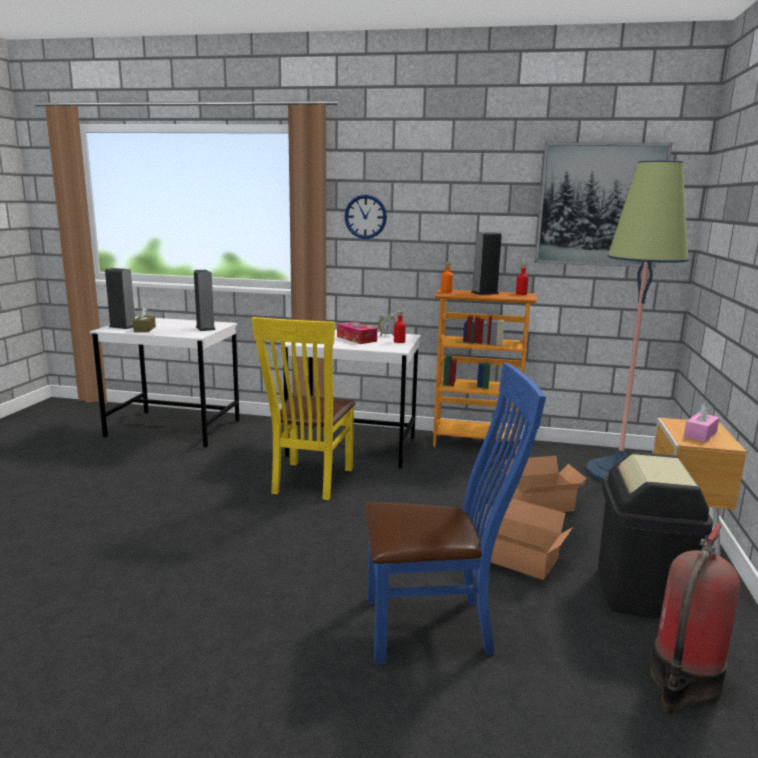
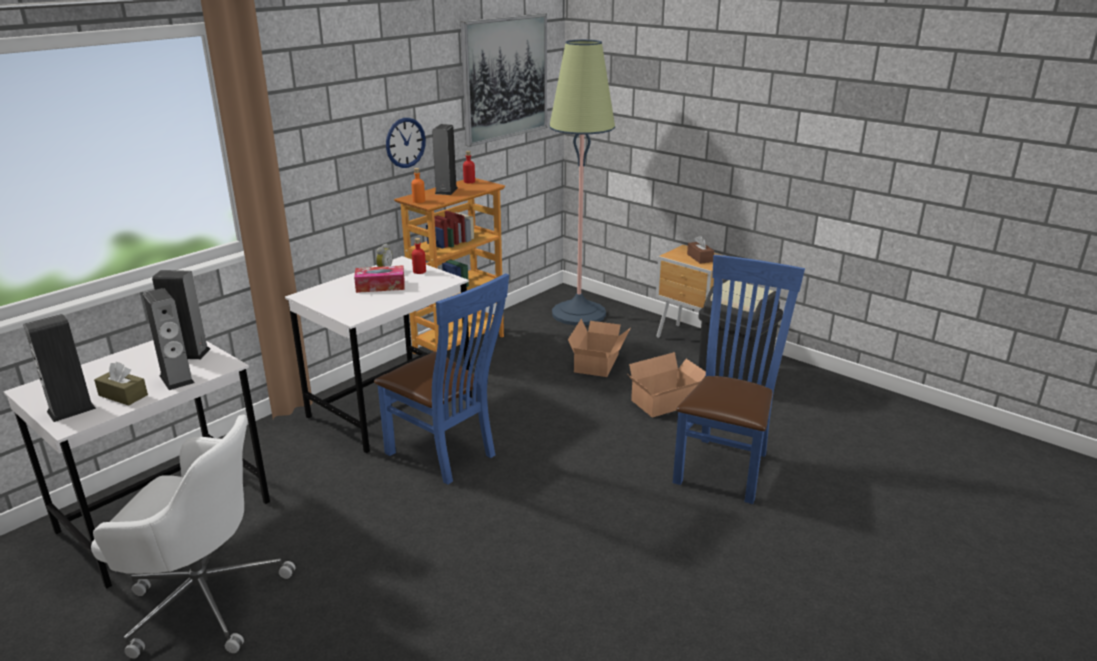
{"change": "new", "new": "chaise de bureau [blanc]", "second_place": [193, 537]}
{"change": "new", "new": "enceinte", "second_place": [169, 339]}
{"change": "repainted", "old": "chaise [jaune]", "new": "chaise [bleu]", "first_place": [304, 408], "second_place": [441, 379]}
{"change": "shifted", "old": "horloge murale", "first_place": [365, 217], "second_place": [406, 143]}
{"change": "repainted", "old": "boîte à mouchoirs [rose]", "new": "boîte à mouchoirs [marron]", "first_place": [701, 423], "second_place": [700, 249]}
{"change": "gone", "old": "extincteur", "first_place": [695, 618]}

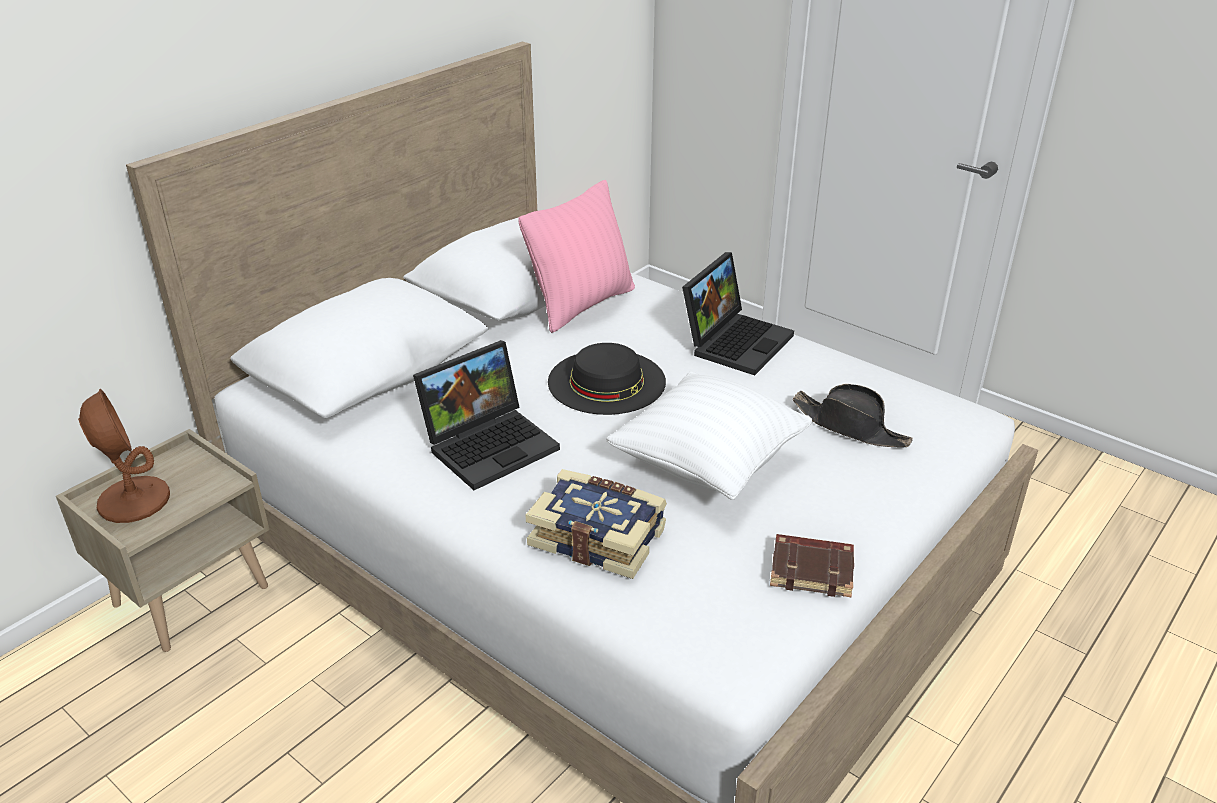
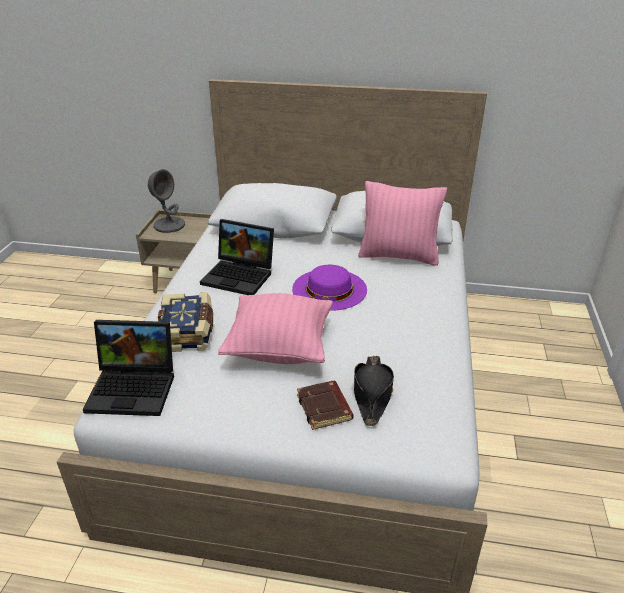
{"change": "shifted", "old": "ordinateur portable", "first_place": [738, 313], "second_place": [128, 368]}
{"change": "repainted", "old": "lampe de table [marron]", "new": "lampe de table [gris]", "first_place": [124, 456], "second_place": [166, 201]}
{"change": "repainted", "old": "coussin [blanc]", "new": "coussin [rose]", "first_place": [709, 435], "second_place": [275, 328]}
{"change": "repainted", "old": "chapeau [noir]", "new": "chapeau [violet]", "first_place": [607, 379], "second_place": [329, 288]}
{"change": "shifted", "old": "livre [marron]", "first_place": [812, 565], "second_place": [325, 405]}

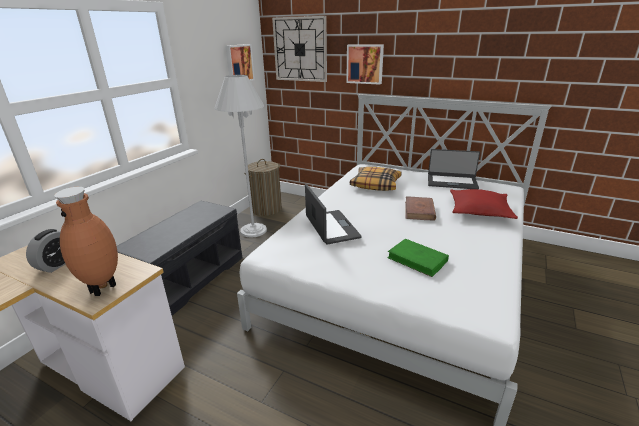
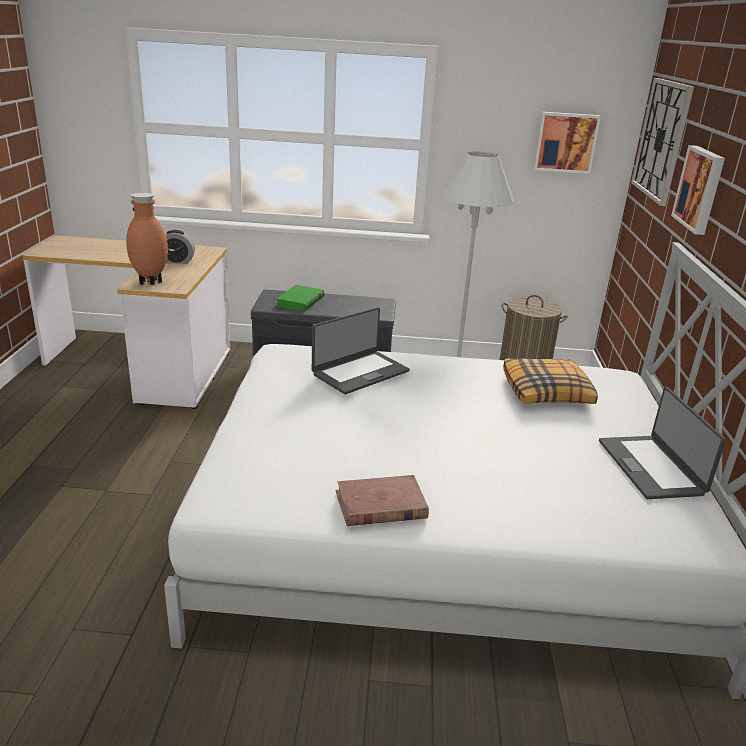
{"change": "shifted", "old": "livre [vert]", "first_place": [418, 258], "second_place": [299, 298]}
{"change": "shifted", "old": "livre [marron]", "first_place": [420, 208], "second_place": [382, 500]}
{"change": "gone", "old": "coussin [rouge]", "first_place": [484, 204]}

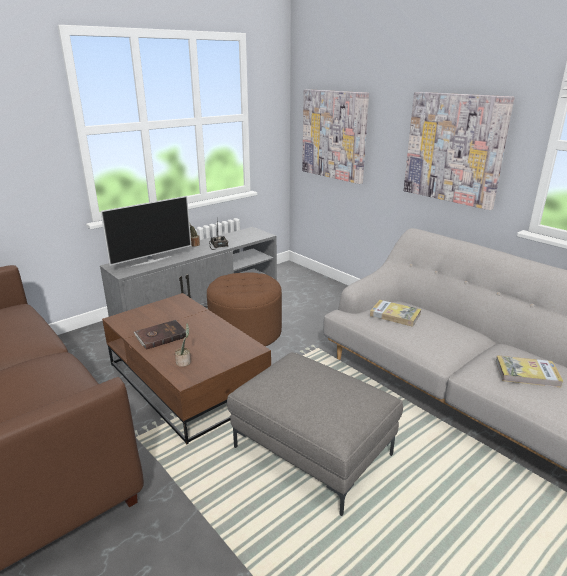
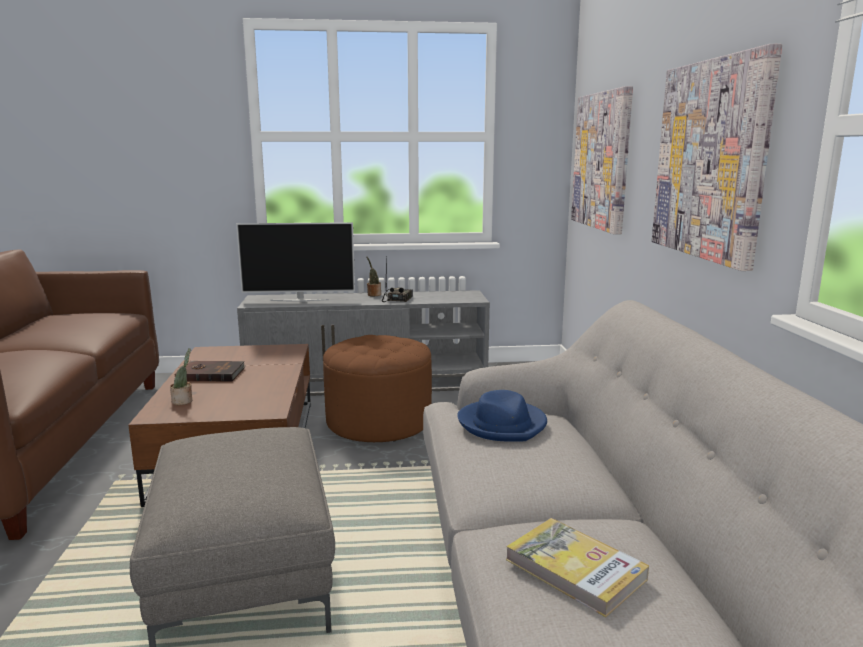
{"change": "swapped", "old": "livre", "new": "chapeau [bleu]", "first_place": [395, 313], "second_place": [502, 416]}

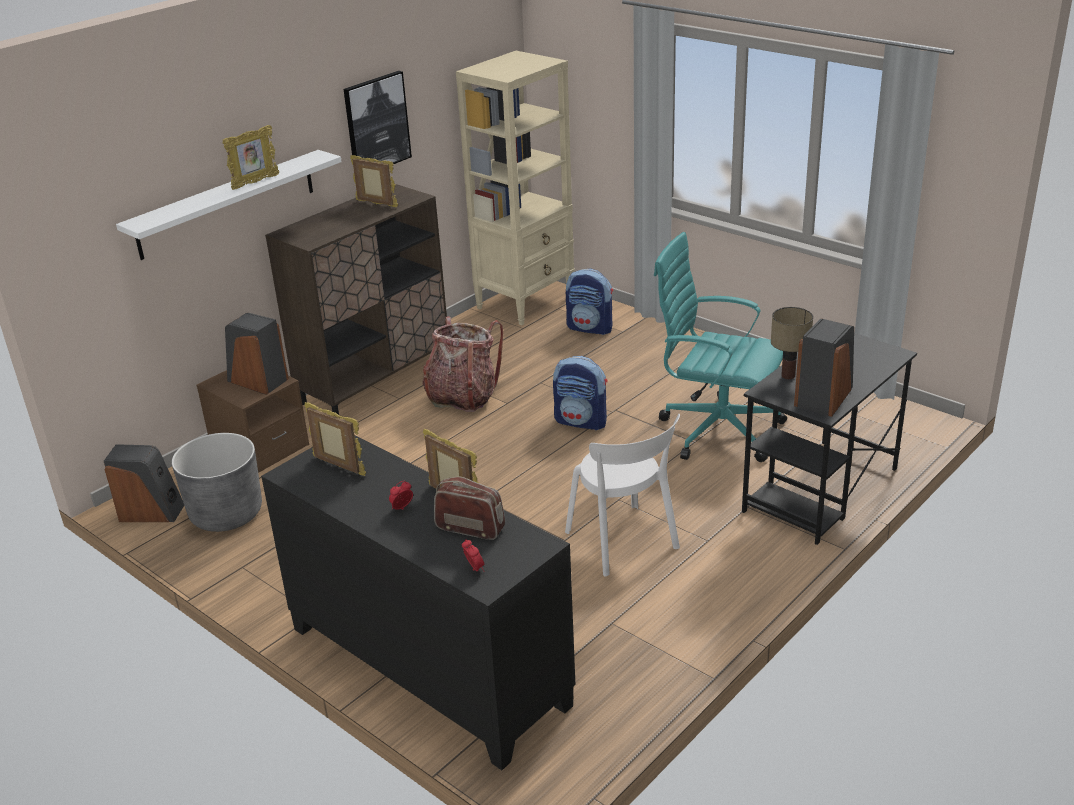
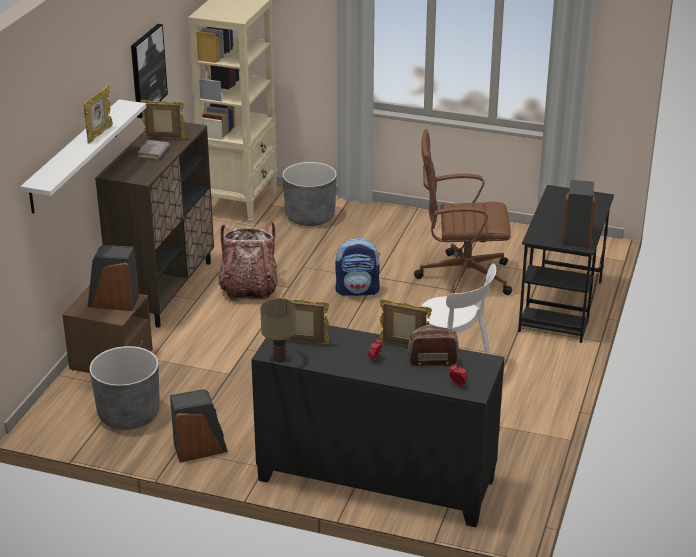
{"change": "new", "new": "livre [gris]", "second_place": [153, 150]}
{"change": "shifted", "old": "enceinte", "first_place": [144, 483], "second_place": [199, 426]}
{"change": "shifted", "old": "lampe de table", "first_place": [792, 343], "second_place": [278, 330]}
{"change": "swapped", "old": "sac à dos", "new": "cache-pot [gris]", "first_place": [589, 302], "second_place": [309, 194]}
{"change": "repainted", "old": "chaise de bureau [turquoise]", "new": "chaise de bureau [marron]", "first_place": [720, 347], "second_place": [463, 212]}

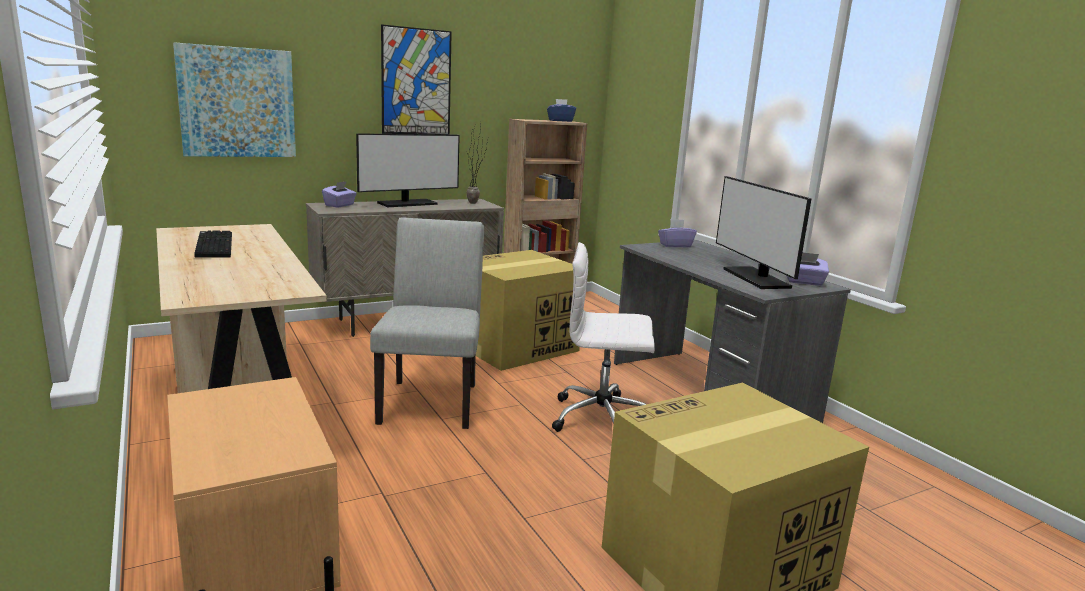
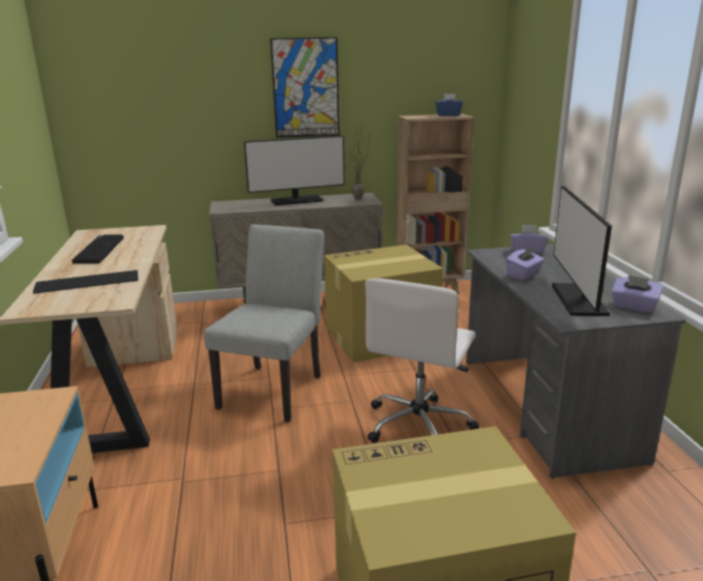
{"change": "new", "new": "clavier", "second_place": [85, 282]}
{"change": "rotated", "old": "chaise de bureau [blanc]", "first_place": [603, 337], "second_place": [422, 360], "degrees": -90}
{"change": "shifted", "old": "boîte à mouchoirs [violet]", "first_place": [339, 194], "second_place": [525, 263]}
{"change": "gone", "old": "tableau", "first_place": [234, 99]}

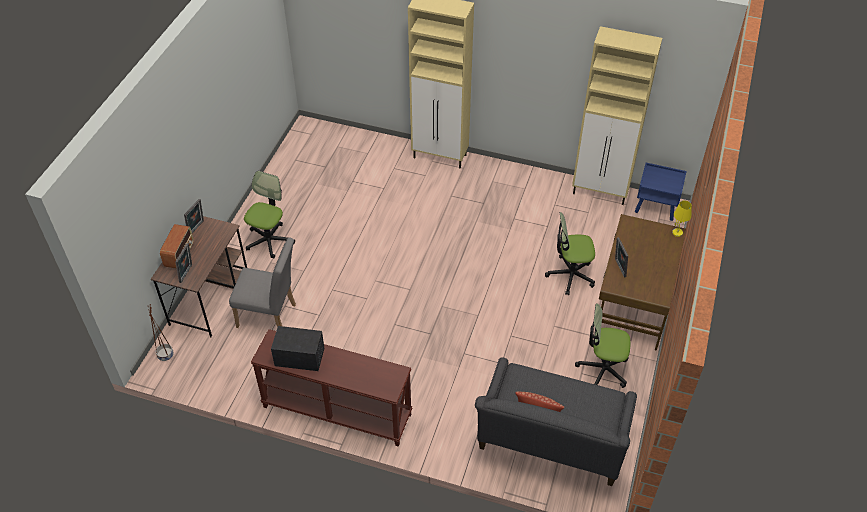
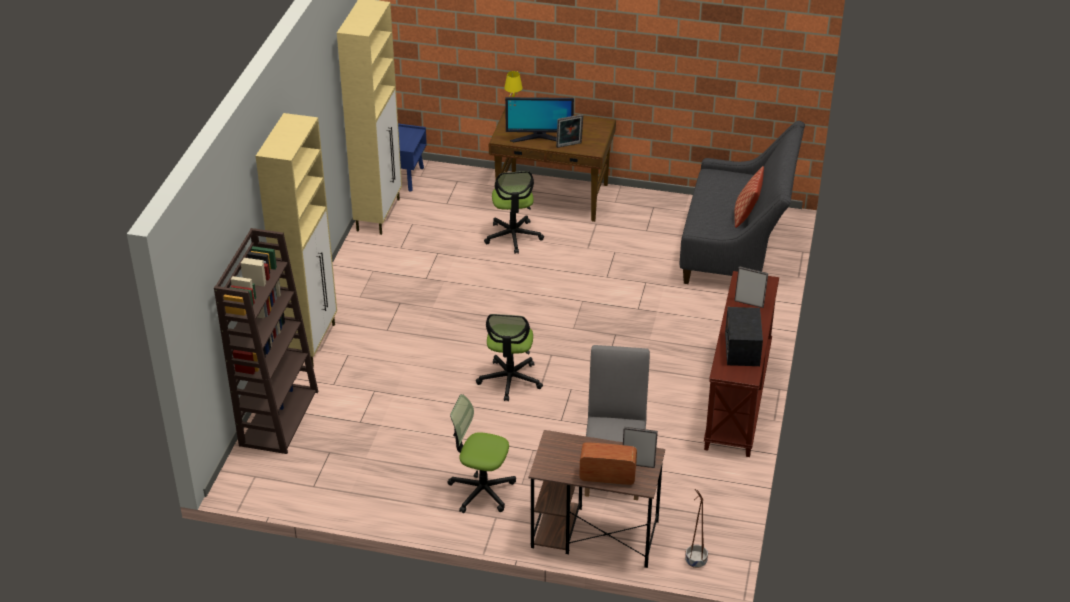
{"change": "new", "new": "bibliothèque [marron]", "second_place": [266, 341]}
{"change": "shifted", "old": "chaise de bureau", "first_place": [602, 345], "second_place": [509, 357]}
{"change": "new", "new": "écran d'ordinateur", "second_place": [539, 119]}
{"change": "shifted", "old": "cadre photo", "first_place": [194, 216], "second_place": [751, 287]}

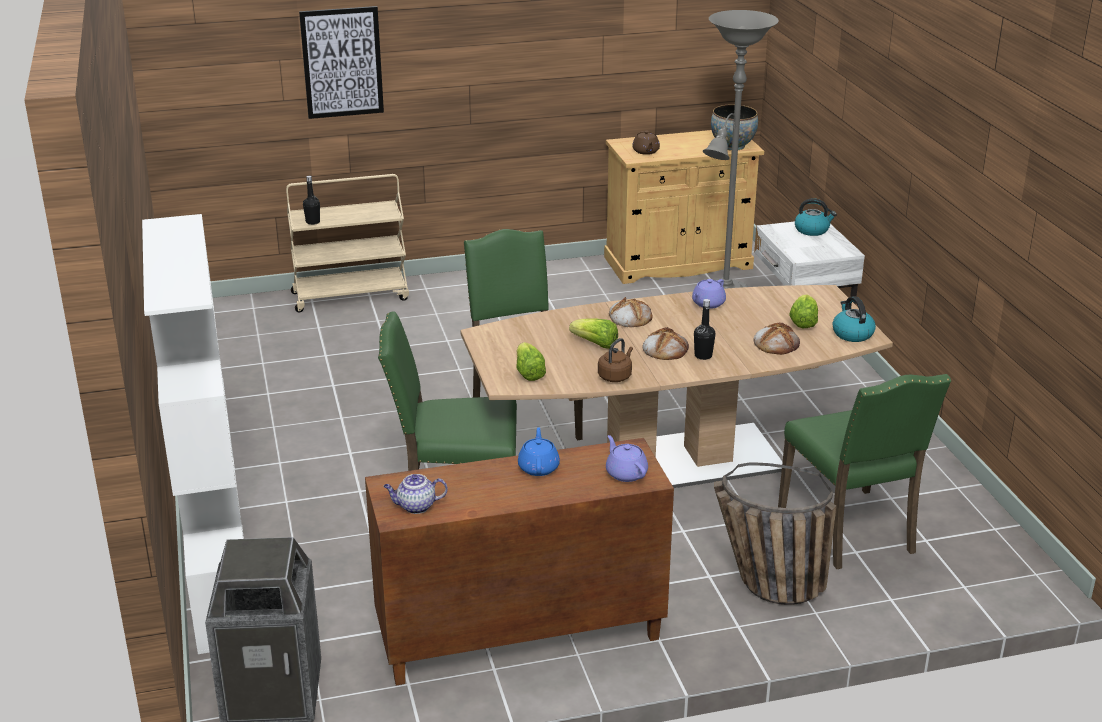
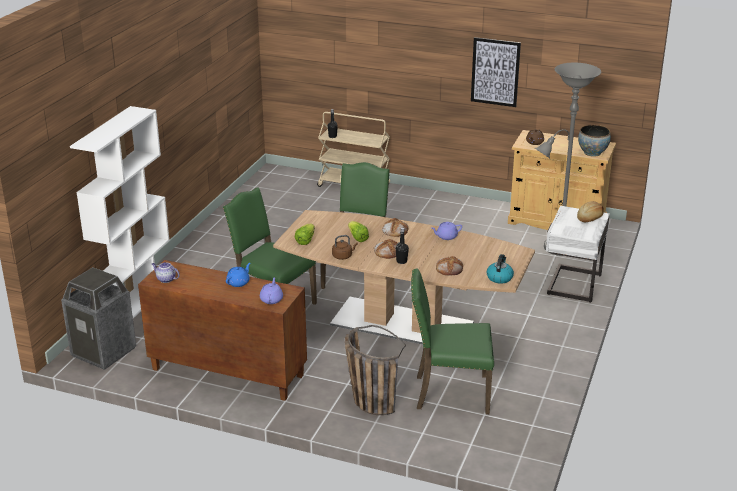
{"change": "rotated", "old": "chaise [vert]", "first_place": [864, 471], "second_place": [452, 341], "degrees": 75}
{"change": "shifted", "old": "tableau", "first_place": [341, 62], "second_place": [496, 72]}
{"change": "swapped", "old": "bouilloire", "new": "pain", "first_place": [816, 217], "second_place": [590, 211]}
{"change": "gone", "old": "laitue", "first_place": [803, 311]}

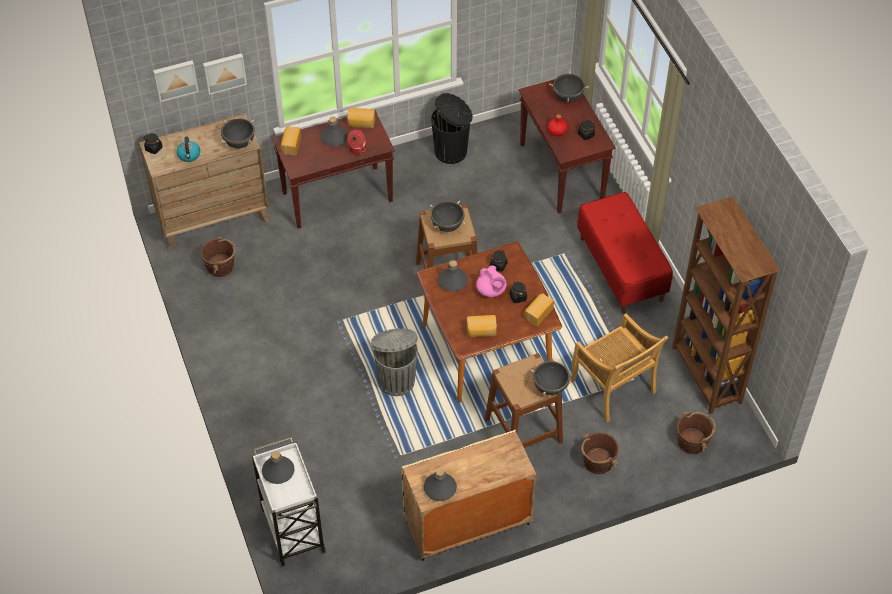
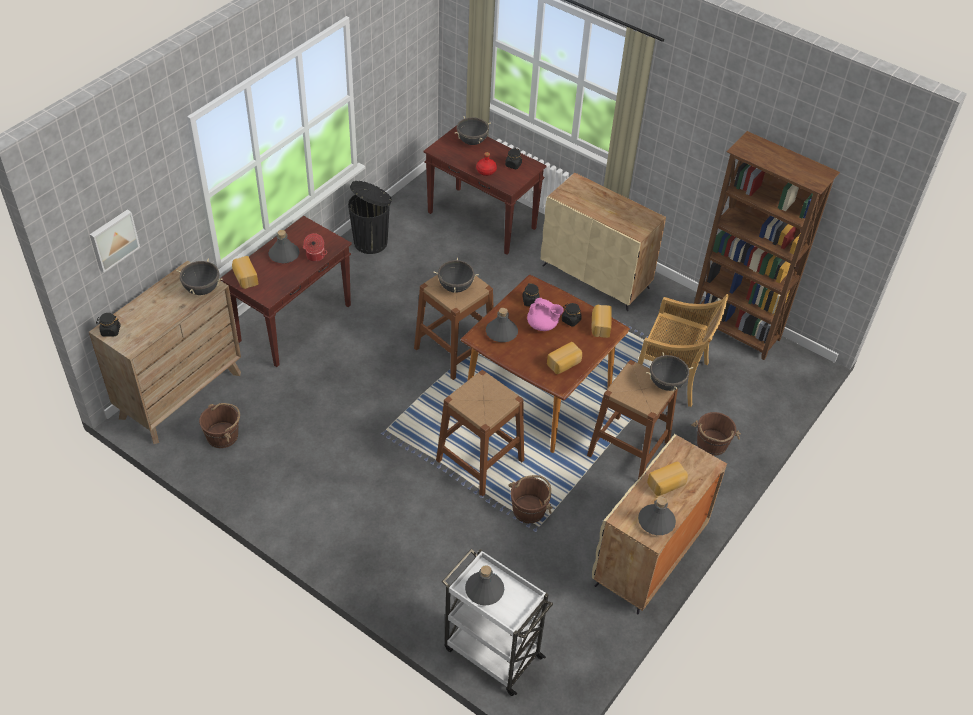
{"change": "swapped", "old": "poubelle [gris]", "new": "tabouret [marron]", "first_place": [394, 362], "second_place": [480, 433]}
{"change": "shifted", "old": "seau [marron]", "first_place": [696, 433], "second_place": [531, 499]}
{"change": "swapped", "old": "banc [rouge]", "new": "meuble de rangement [beige]", "first_place": [625, 253], "second_place": [603, 242]}
{"change": "shifted", "old": "pain", "first_place": [361, 118], "second_place": [667, 478]}
{"change": "gone", "old": "bouilloire", "first_place": [188, 149]}
{"change": "gone", "old": "tableau", "first_place": [225, 74]}

